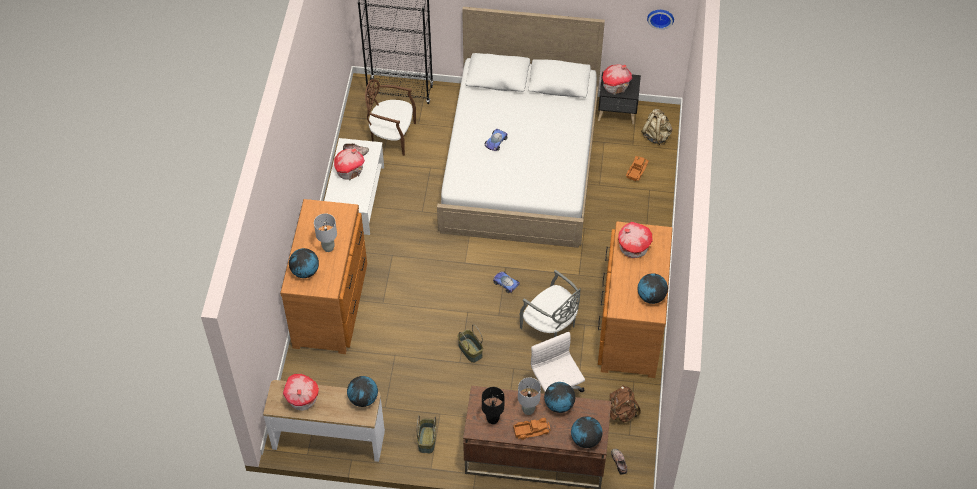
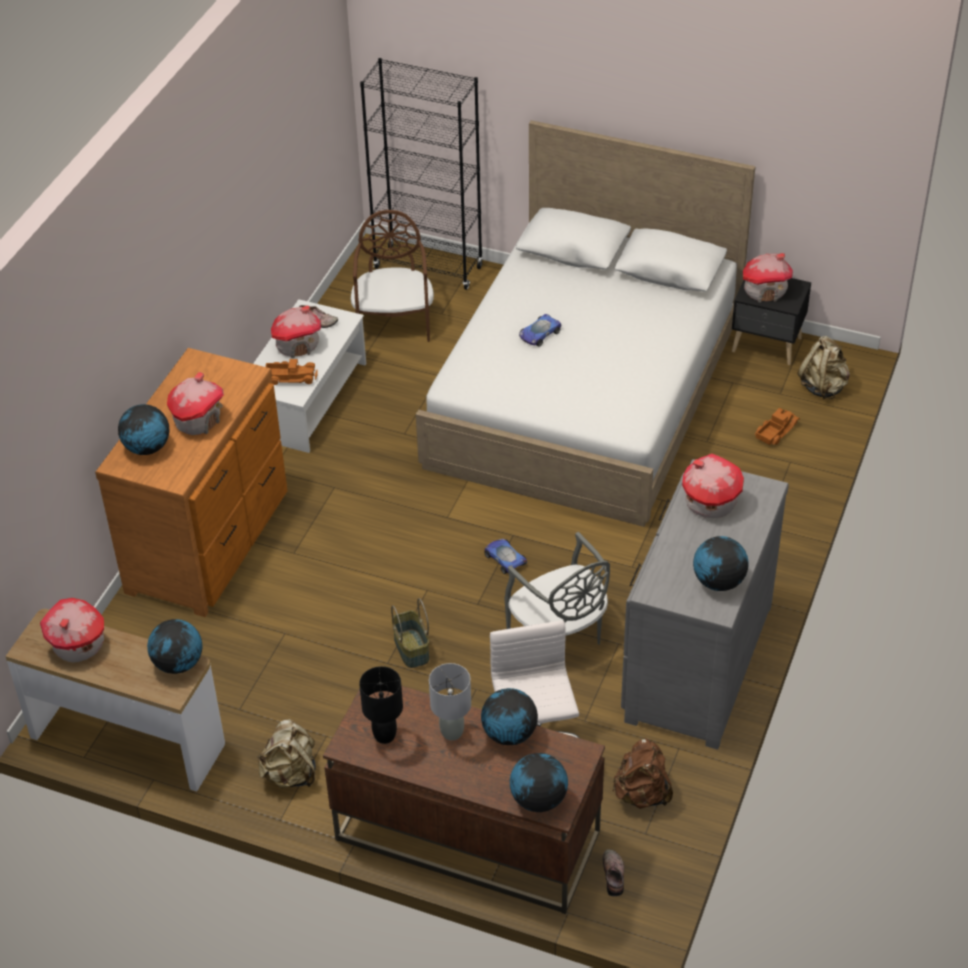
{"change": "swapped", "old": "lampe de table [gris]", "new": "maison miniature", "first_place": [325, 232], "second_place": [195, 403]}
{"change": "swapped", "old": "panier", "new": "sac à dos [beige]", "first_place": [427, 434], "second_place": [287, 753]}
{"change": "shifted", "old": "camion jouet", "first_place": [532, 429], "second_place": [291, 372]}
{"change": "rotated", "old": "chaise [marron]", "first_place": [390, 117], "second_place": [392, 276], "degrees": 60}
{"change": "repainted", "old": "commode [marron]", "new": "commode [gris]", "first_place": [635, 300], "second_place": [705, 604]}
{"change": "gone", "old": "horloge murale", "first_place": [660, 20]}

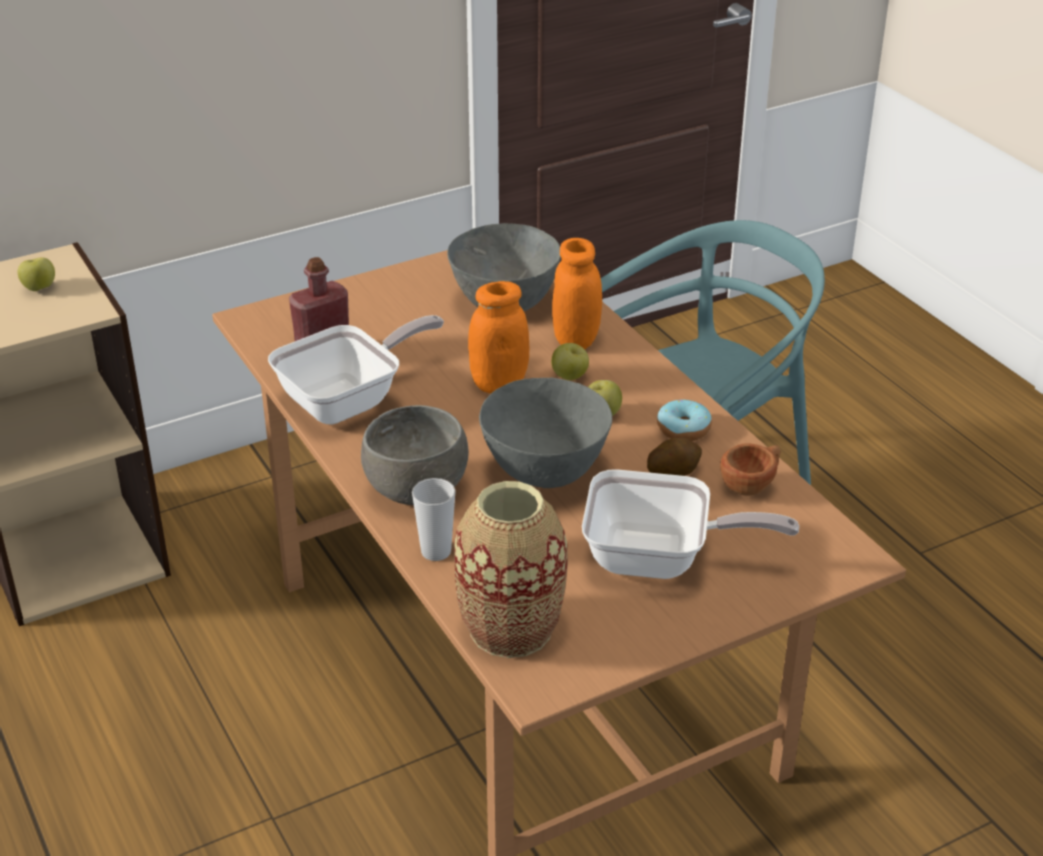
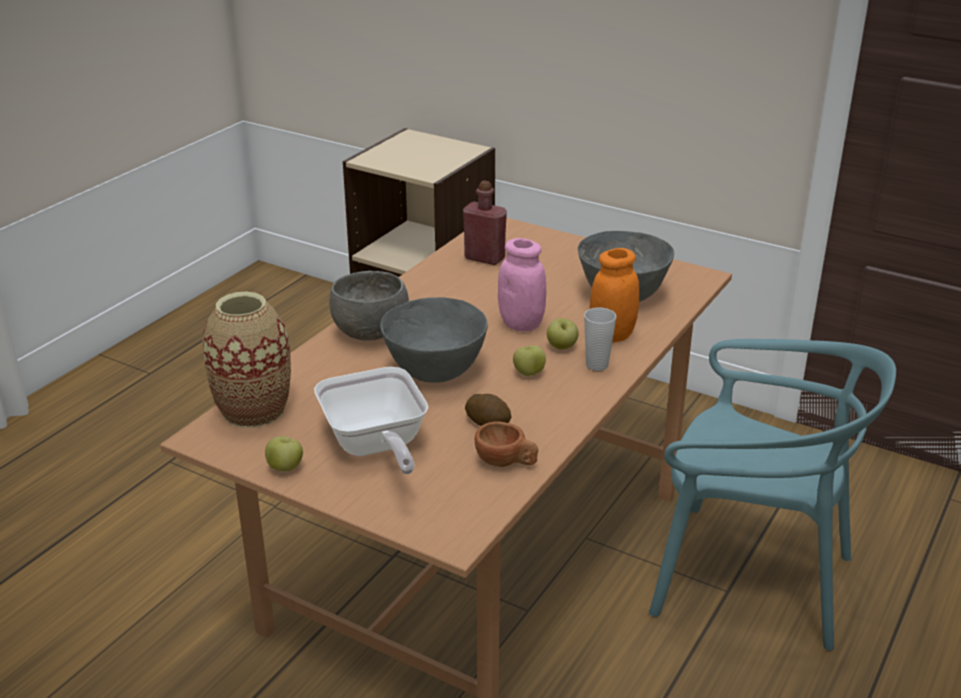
{"change": "shifted", "old": "pomme", "first_place": [36, 274], "second_place": [284, 453]}
{"change": "repainted", "old": "bocal [orange]", "new": "bocal [rose]", "first_place": [498, 337], "second_place": [522, 284]}
{"change": "shifted", "old": "tasse", "first_place": [434, 519], "second_place": [600, 339]}
{"change": "gone", "old": "poêle", "first_place": [356, 370]}
{"change": "gone", "old": "beignet", "first_place": [684, 420]}

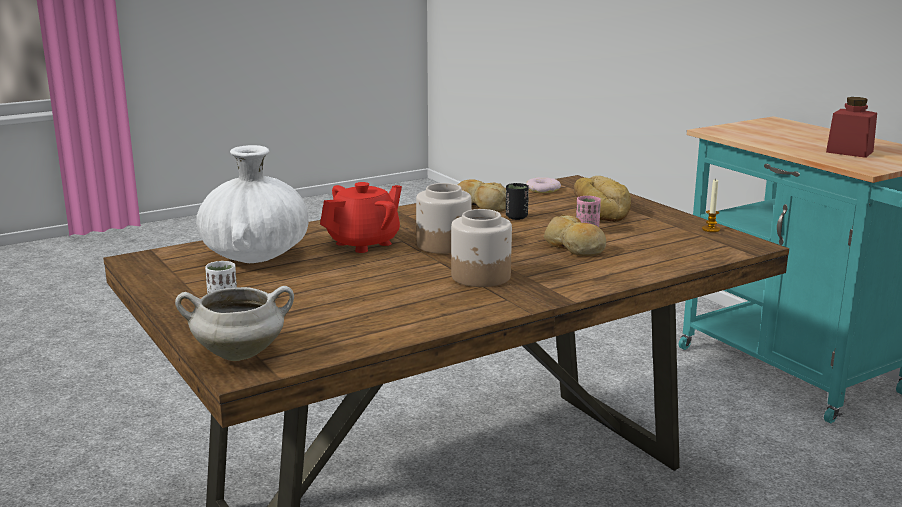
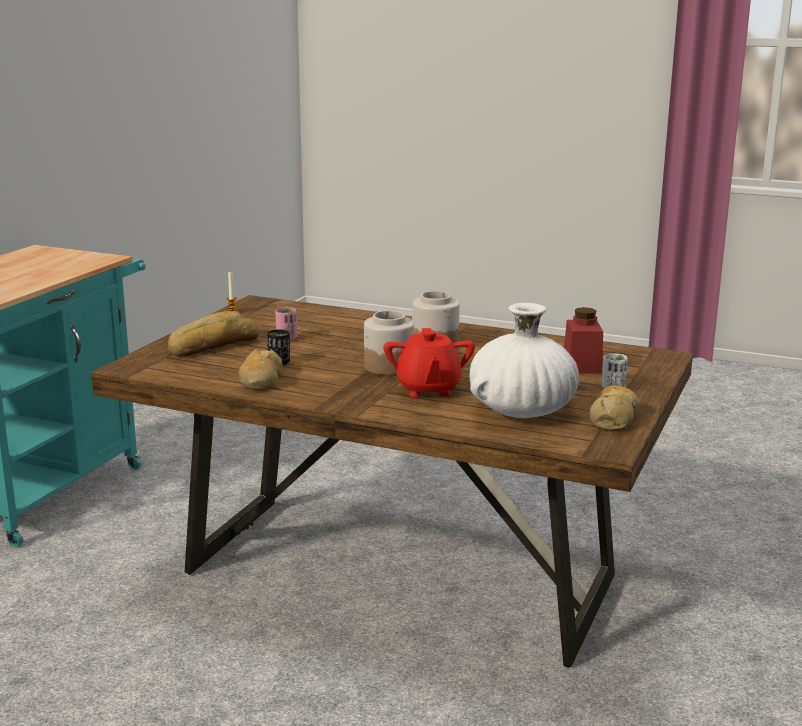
{"change": "rotated", "old": "théière [rouge]", "first_place": [361, 217], "second_place": [429, 362], "degrees": -105}
{"change": "shifted", "old": "bocal [rouge]", "first_place": [851, 127], "second_place": [583, 340]}
{"change": "shifted", "old": "pain", "first_place": [575, 235], "second_place": [614, 408]}
{"change": "gone", "old": "marmite [blanc]", "first_place": [234, 323]}
{"change": "gone", "old": "beignet", "first_place": [543, 185]}

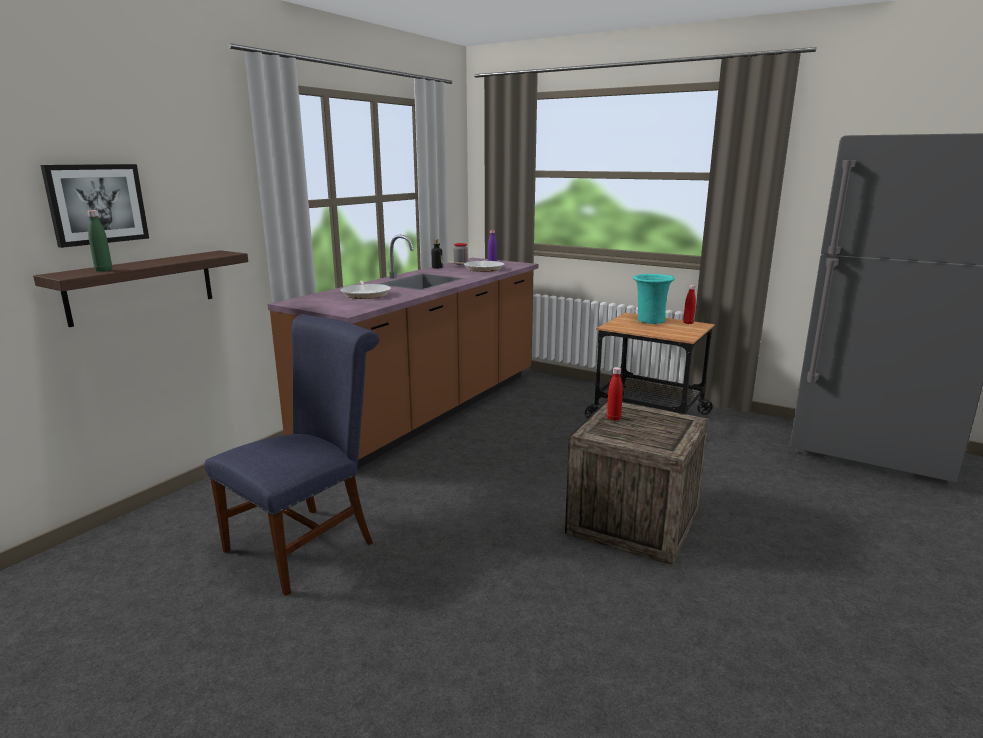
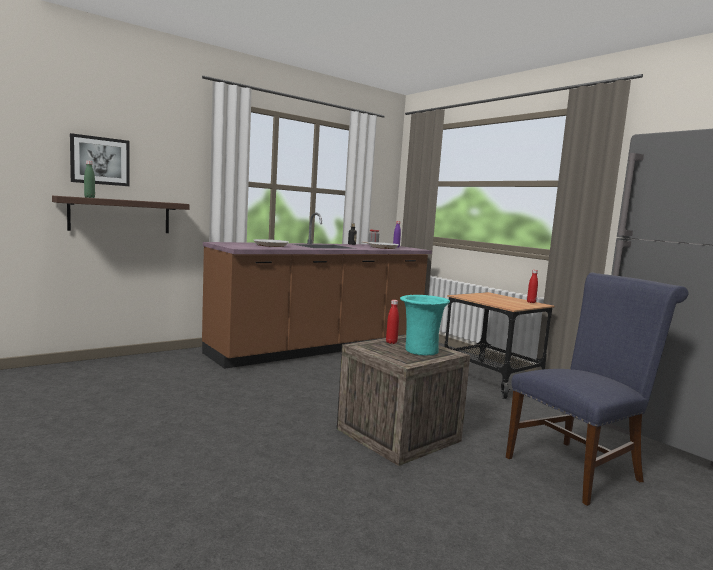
{"change": "shifted", "old": "vase [turquoise]", "first_place": [654, 299], "second_place": [425, 325]}
{"change": "shifted", "old": "chaise [bleu]", "first_place": [291, 455], "second_place": [597, 389]}

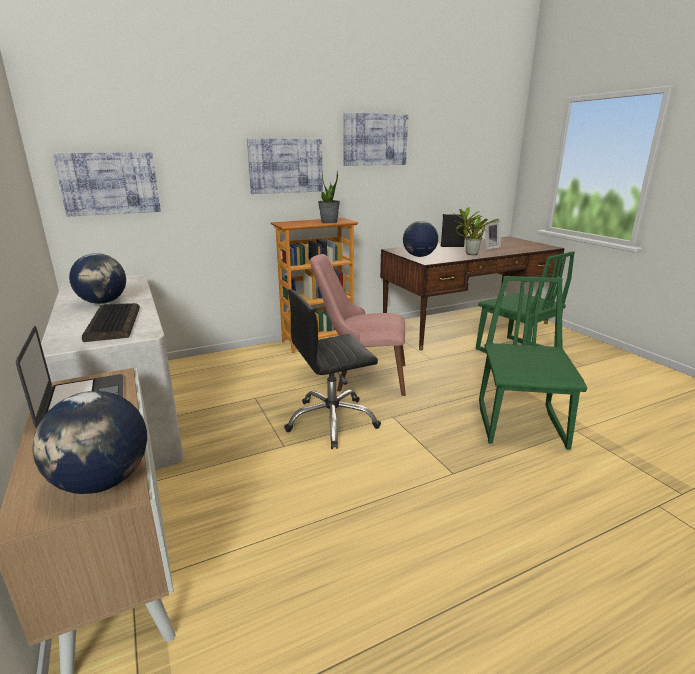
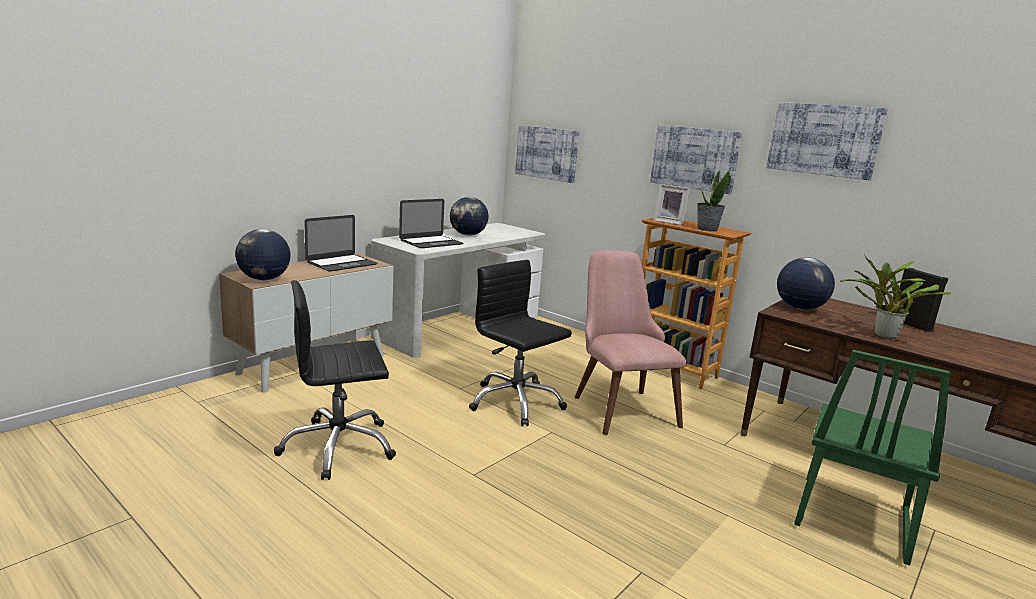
{"change": "new", "new": "chaise de bureau [noir]", "second_place": [335, 380]}
{"change": "swapped", "old": "clavier", "new": "ordinateur portable", "first_place": [111, 322], "second_place": [431, 223]}
{"change": "shifted", "old": "cadre photo", "first_place": [493, 235], "second_place": [671, 204]}
{"change": "gone", "old": "chaise [vert]", "first_place": [533, 363]}

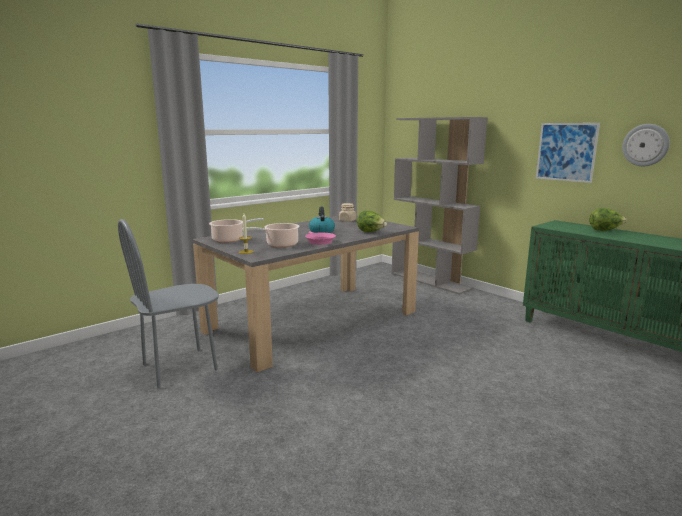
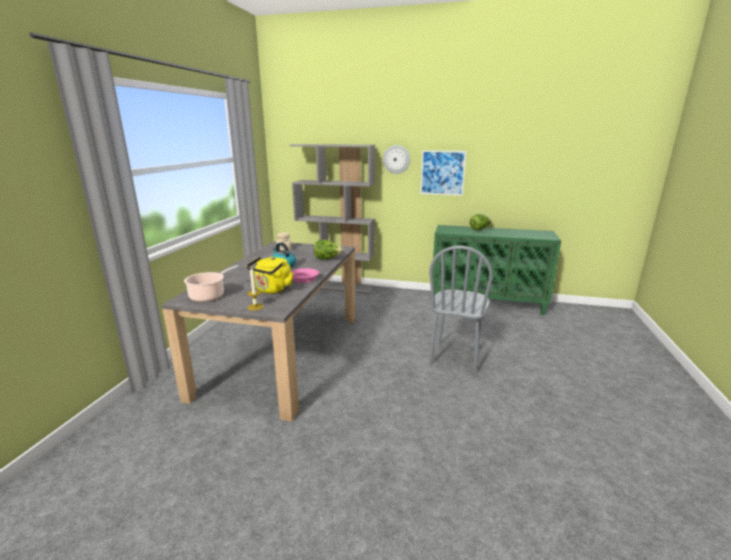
{"change": "swapped", "old": "marmite", "new": "bouilloire [jaune]", "first_place": [273, 235], "second_place": [269, 275]}
{"change": "shifted", "old": "horloge murale", "first_place": [646, 145], "second_place": [396, 159]}
{"change": "shifted", "old": "chaise [gris]", "first_place": [168, 304], "second_place": [461, 310]}

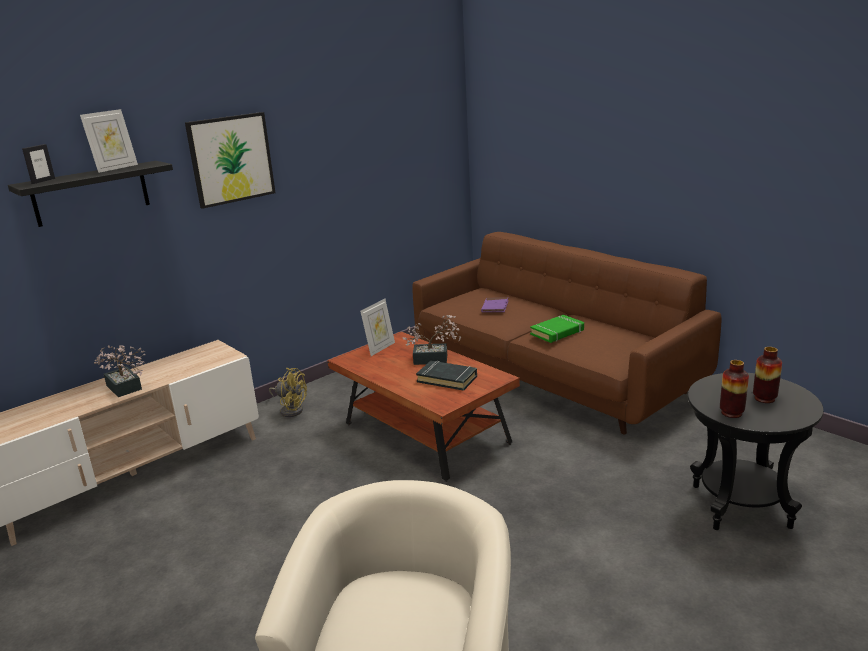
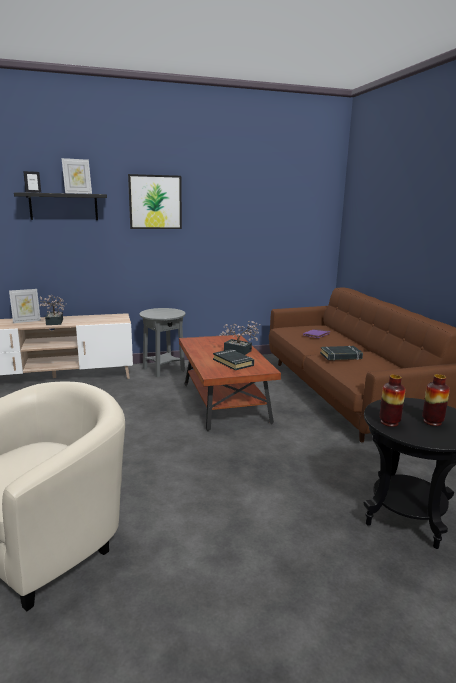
{"change": "shifted", "old": "cadre photo", "first_place": [377, 327], "second_place": [25, 306]}
{"change": "swapped", "old": "ventilateur [jaune]", "new": "table d'appoint [gris]", "first_place": [288, 392], "second_place": [162, 342]}
{"change": "repainted", "old": "livre [vert]", "new": "livre [noir]", "first_place": [557, 329], "second_place": [341, 353]}

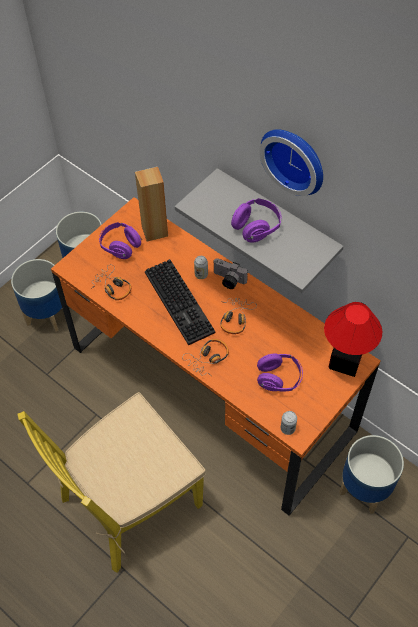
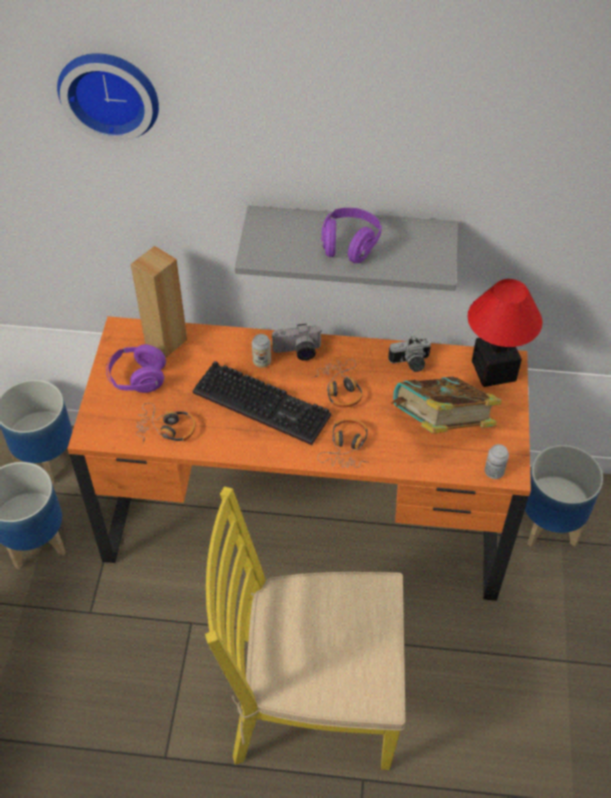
{"change": "shifted", "old": "horloge murale", "first_place": [291, 162], "second_place": [108, 97]}
{"change": "rotated", "old": "chaise [jaune]", "first_place": [111, 482], "second_place": [305, 628], "degrees": 75}
{"change": "new", "new": "appareil photo", "second_place": [409, 354]}
{"change": "swapped", "old": "casque audio [violet]", "new": "livre", "first_place": [280, 373], "second_place": [446, 405]}

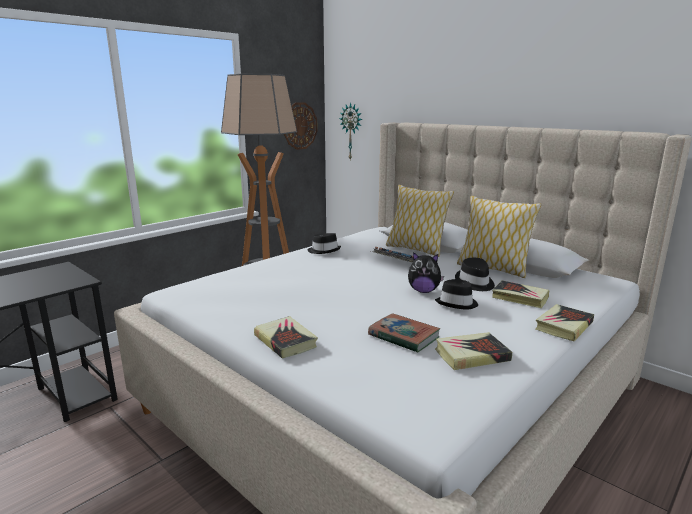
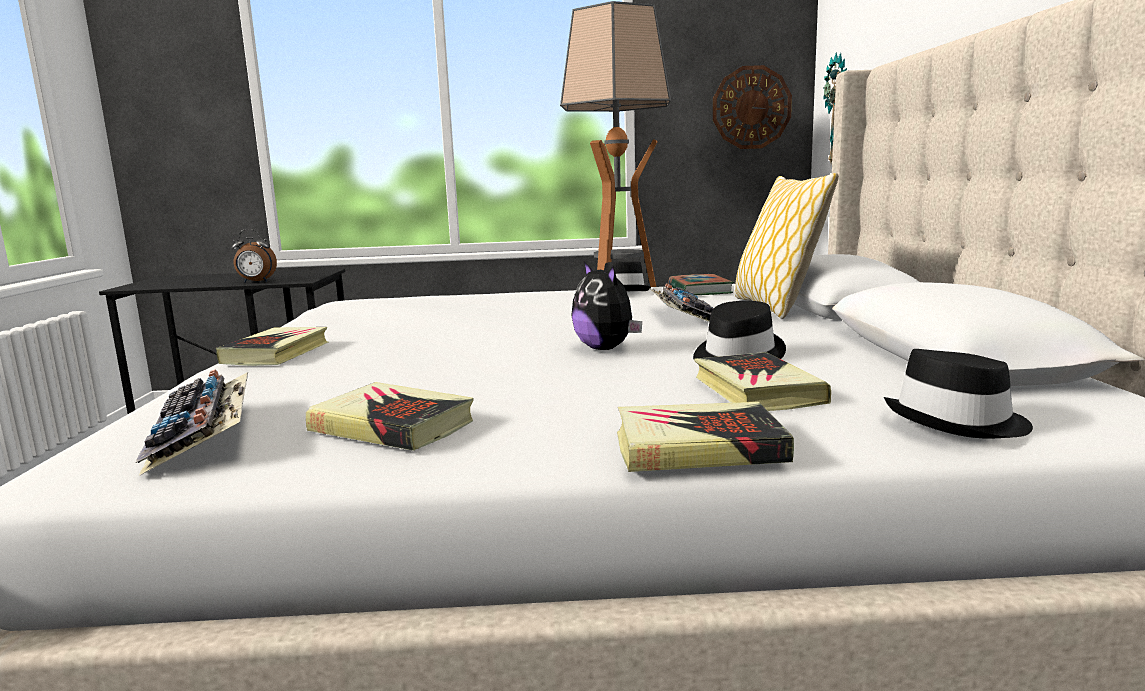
{"change": "new", "new": "clavier", "second_place": [192, 422]}
{"change": "new", "new": "réveil", "second_place": [254, 256]}
{"change": "shifted", "old": "livre", "first_place": [404, 333], "second_place": [701, 284]}
{"change": "shifted", "old": "chapeau [noir]", "first_place": [456, 294], "second_place": [958, 394]}
{"change": "gone", "old": "coussin", "first_place": [499, 237]}

